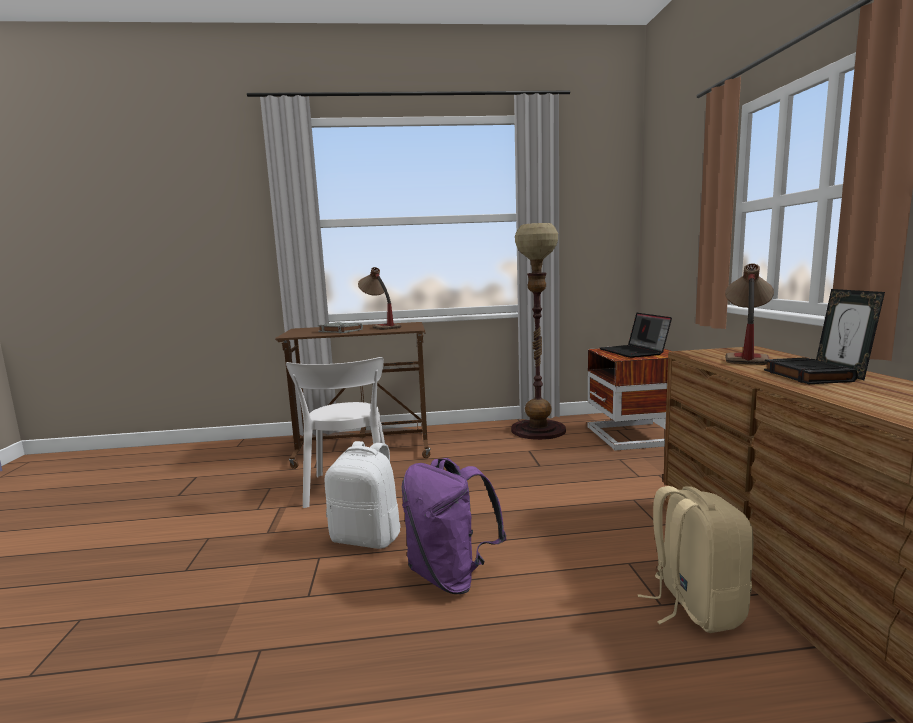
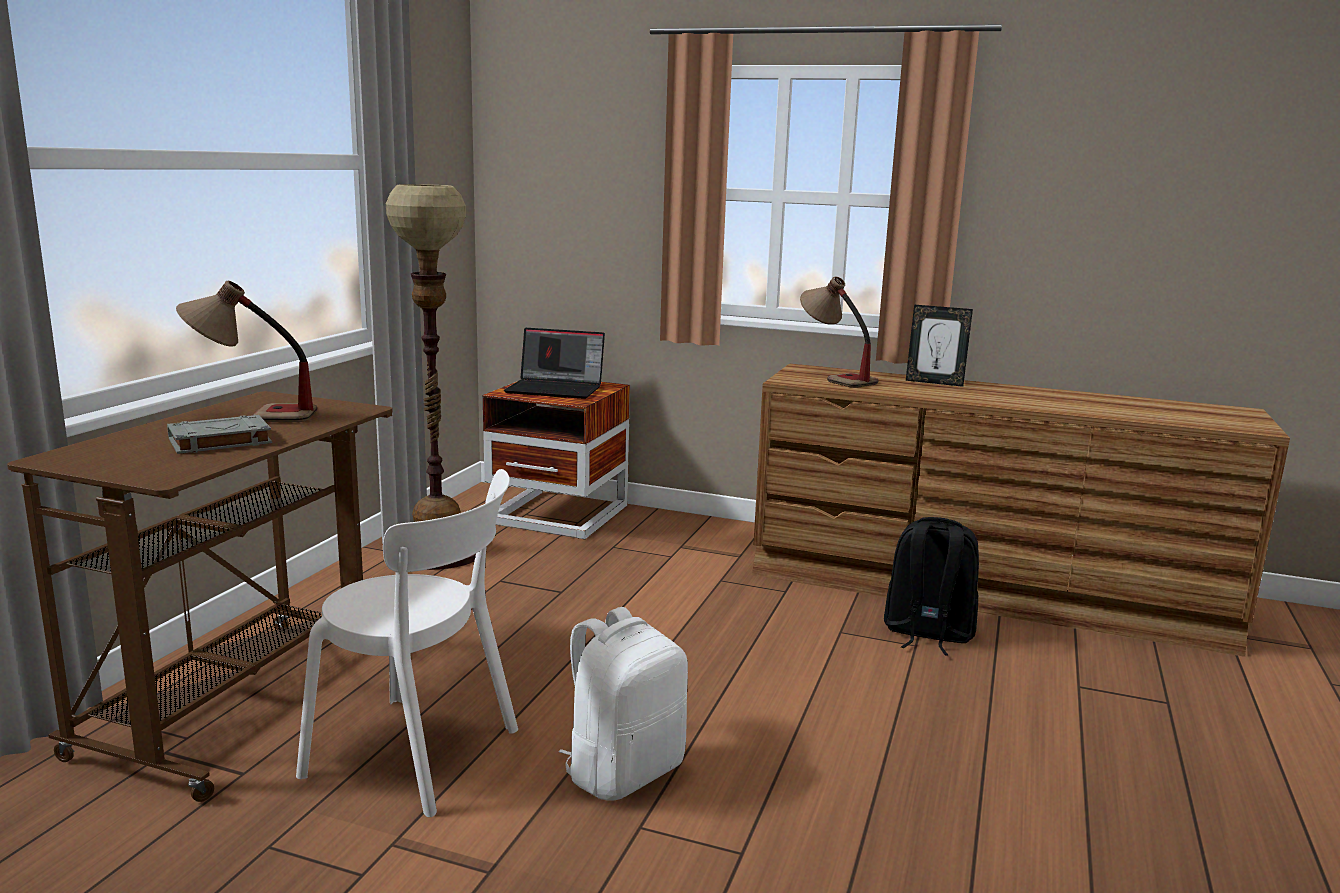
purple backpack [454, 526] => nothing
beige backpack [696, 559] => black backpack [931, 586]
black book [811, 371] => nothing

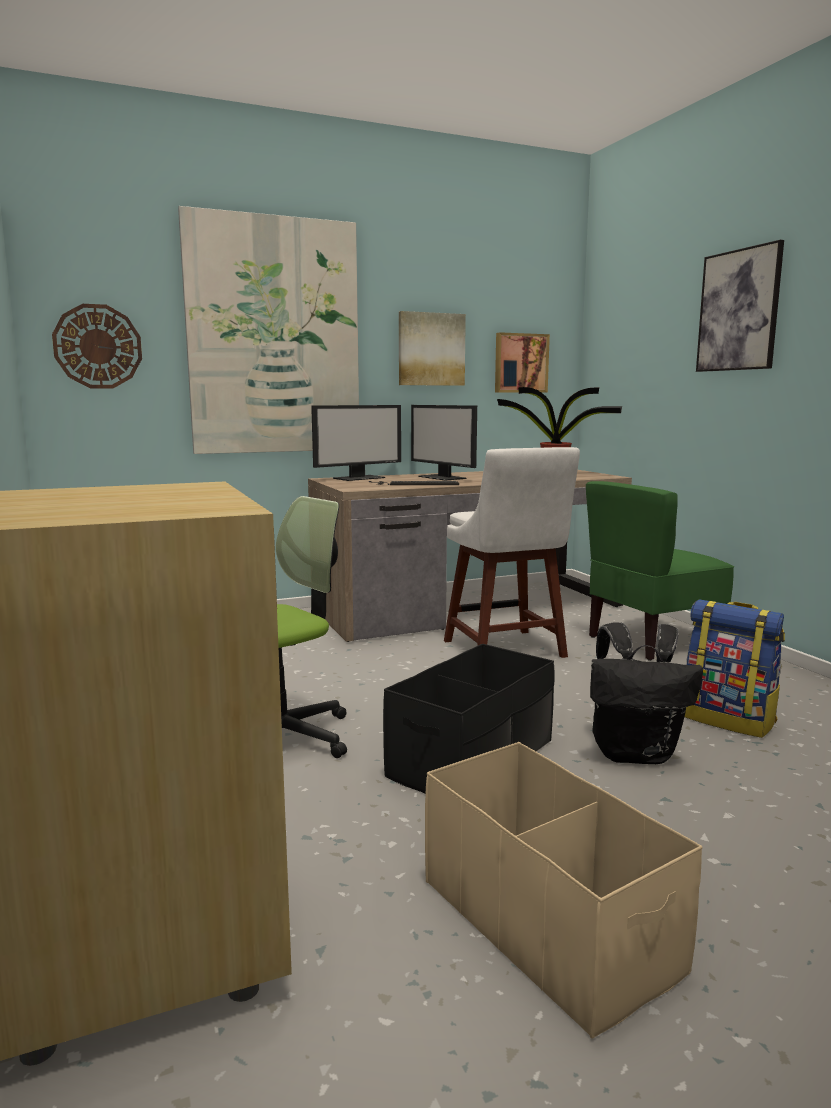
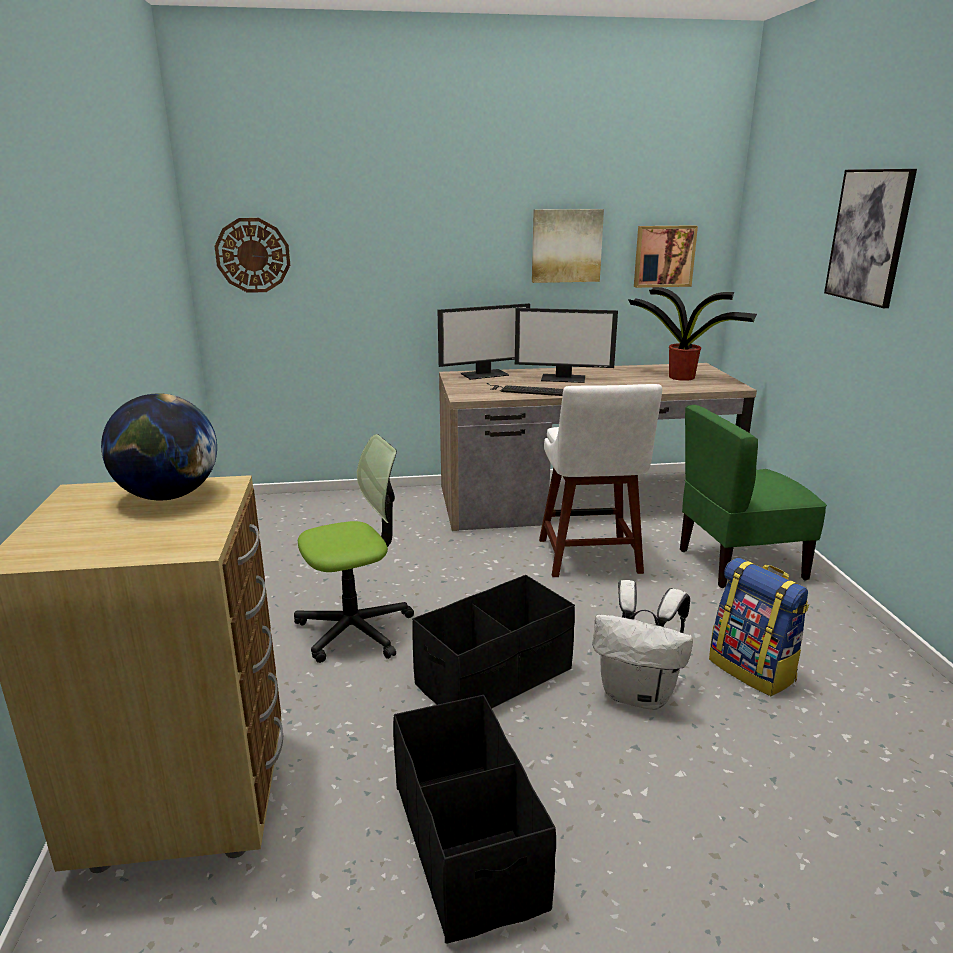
picture [268, 330] => nothing
monitor [444, 443] => monitor [566, 345], 60 degrees counterclockwise
beige storage box [564, 890] => black storage box [474, 819]
black backpack [646, 693] => white backpack [643, 645]
nothing => globe [159, 446]

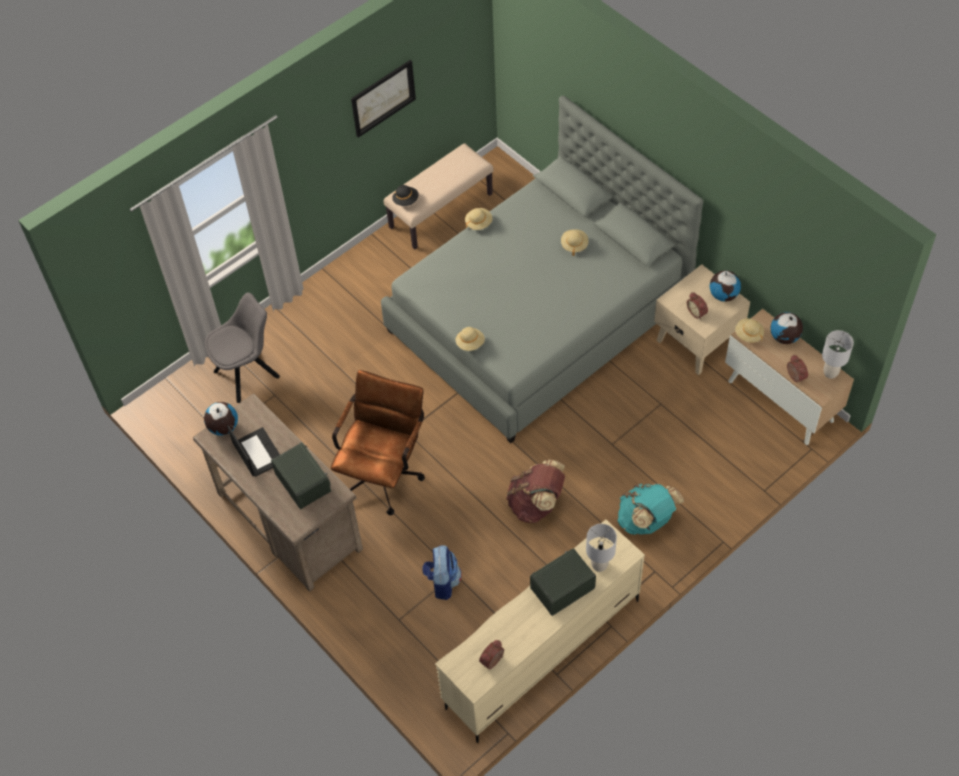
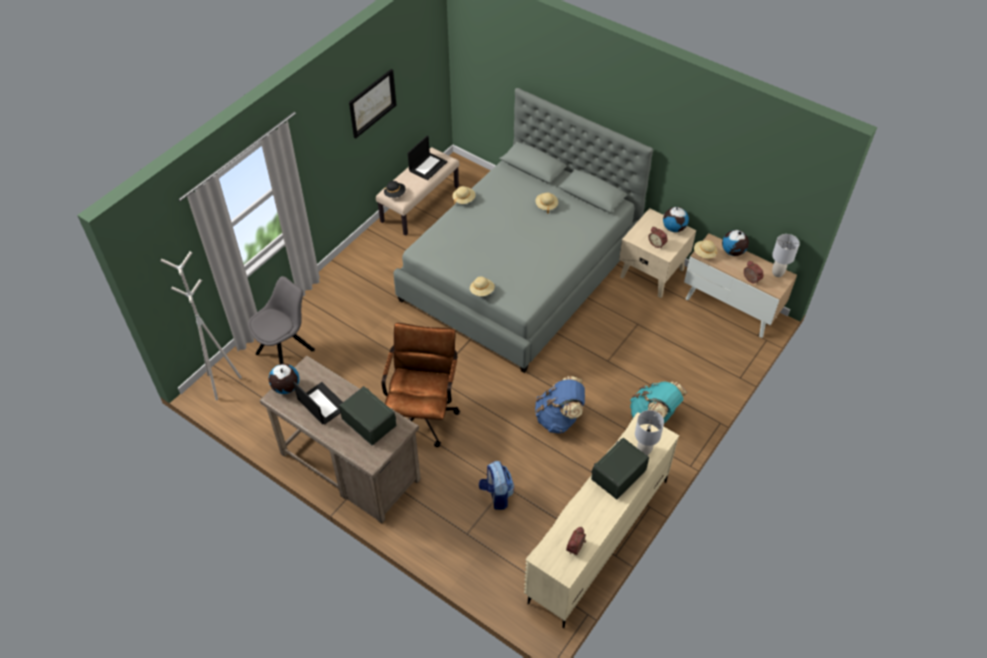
brown backpack [535, 491] => blue backpack [560, 404]
nothing => grey clothes rack [201, 325]
nothing => laptop [427, 157]

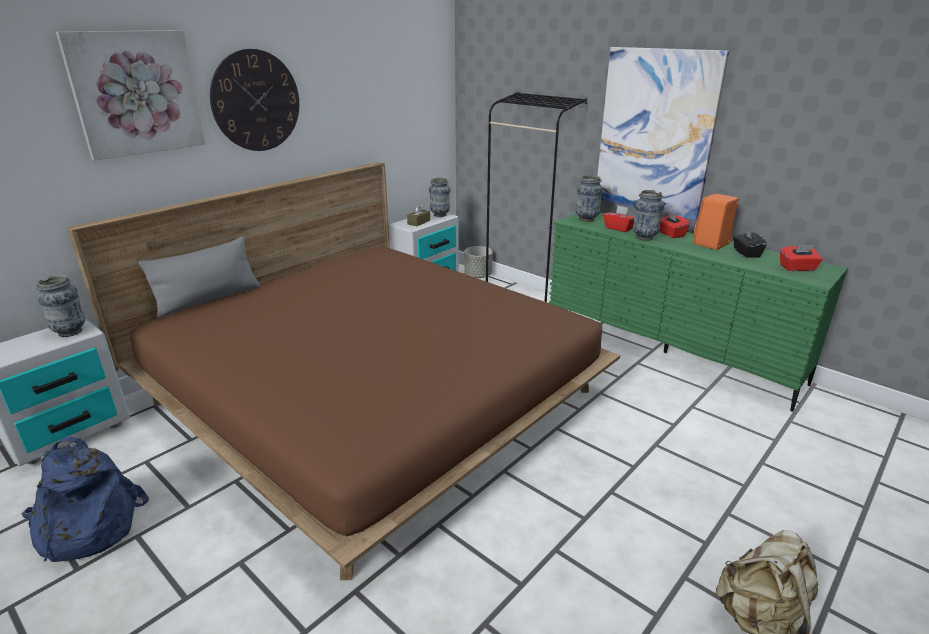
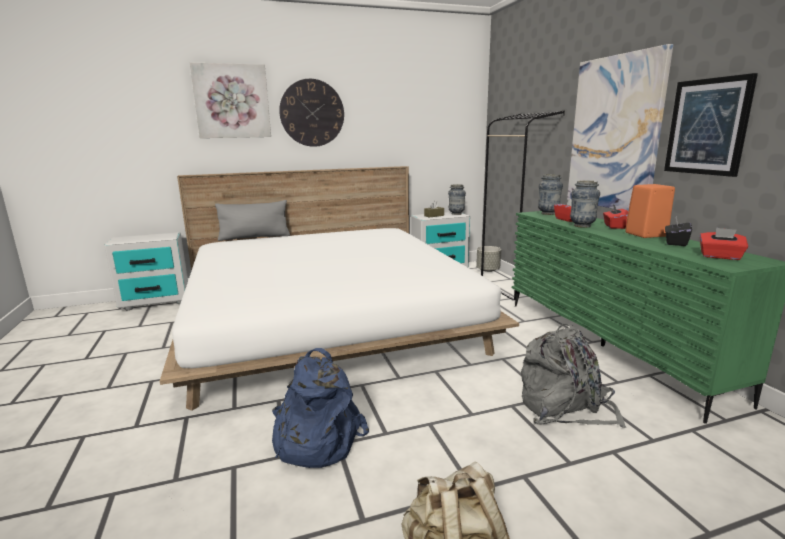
blue backpack [85, 499] => blue backpack [320, 408], moved
vase [60, 306] => nothing
brown bed [343, 371] => white bed [339, 288]
nothing => grey backpack [573, 376]
nothing => picture [711, 125]

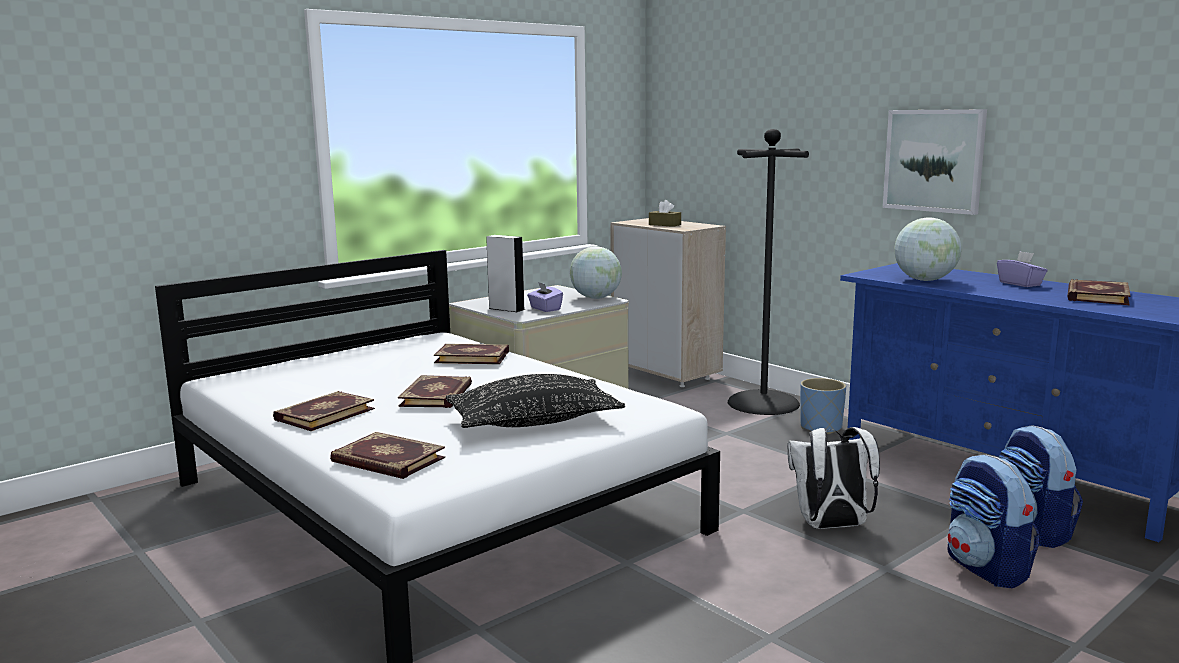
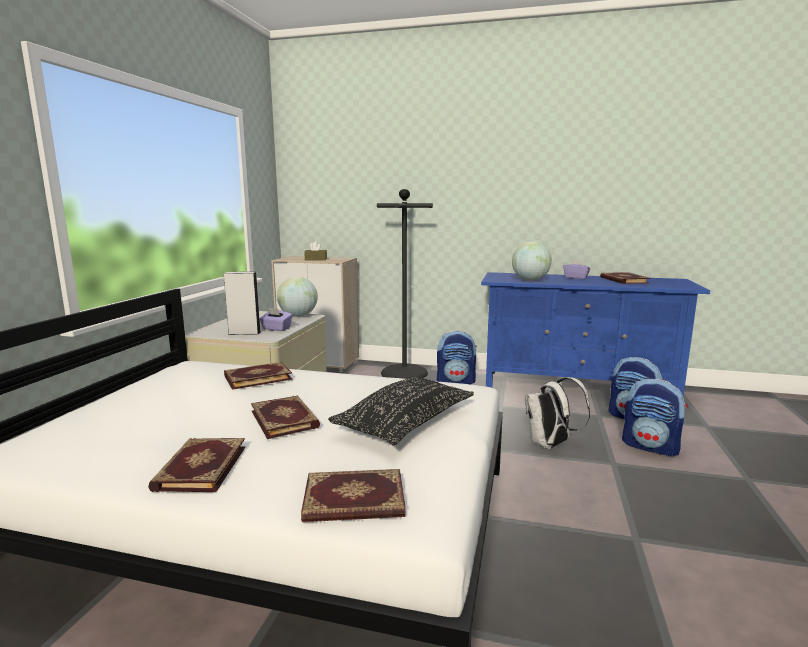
blue planter [823, 406] => backpack [457, 357]
picture [935, 162] => nothing

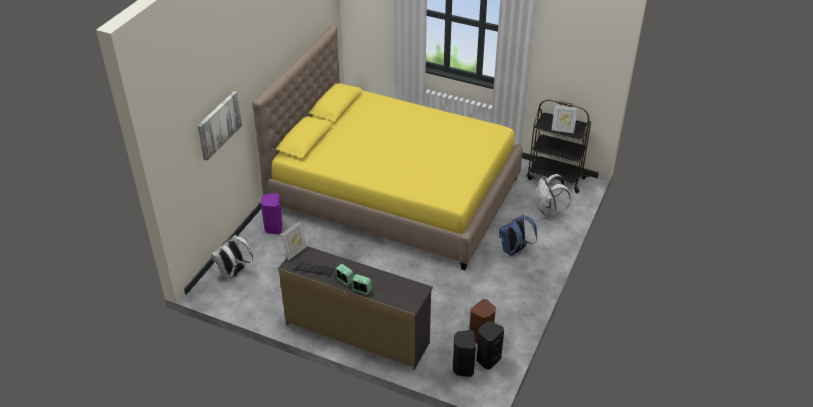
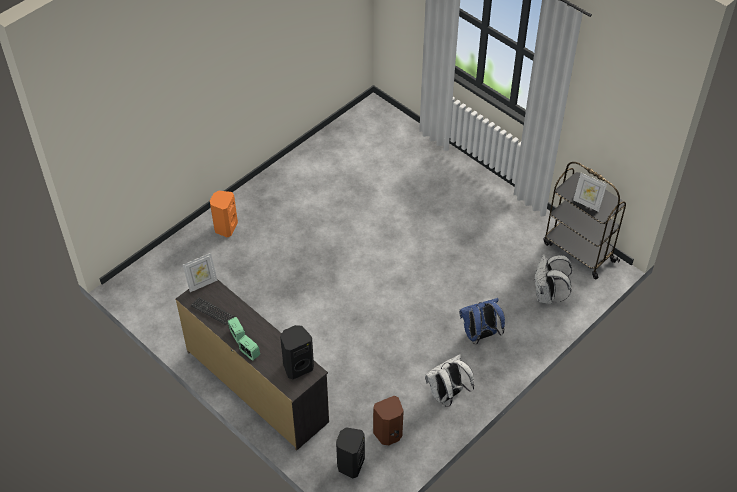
picture [219, 126] => nothing
white backpack [232, 257] => white backpack [449, 380], moved
yellow bed [387, 148] => nothing
purple speaker [272, 213] => orange speaker [224, 213]
black speaker [490, 345] => black speaker [297, 352], moved

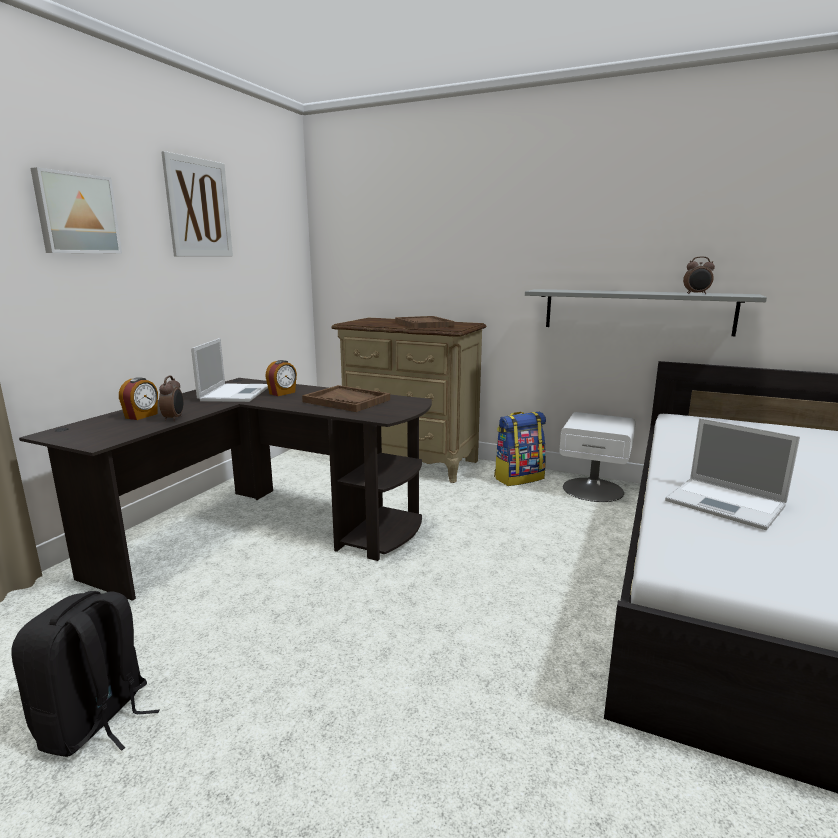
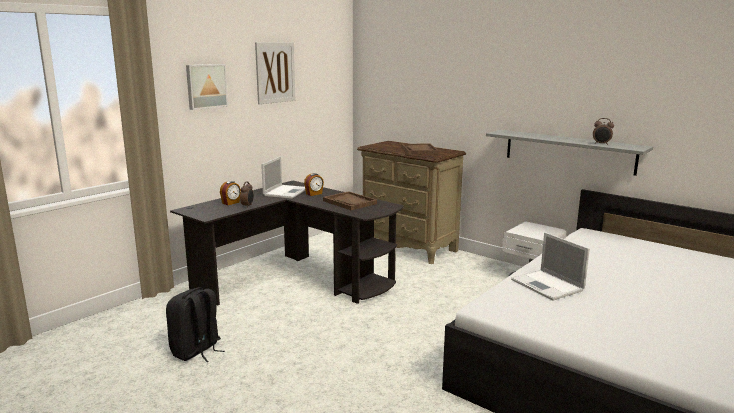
backpack [520, 449] => nothing

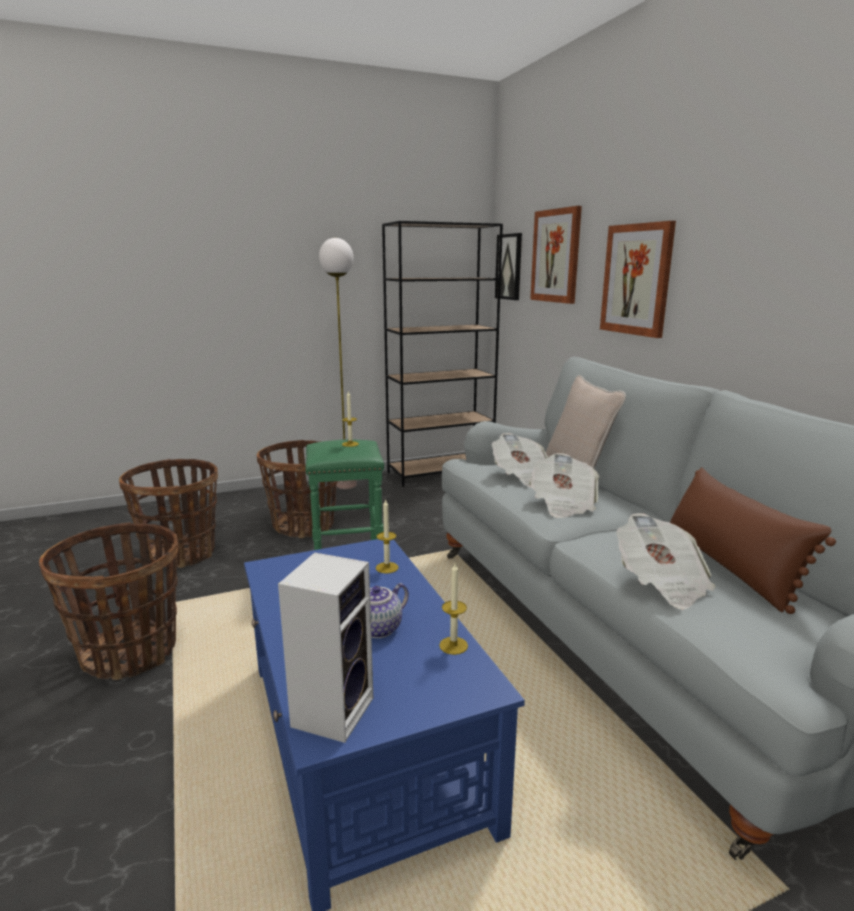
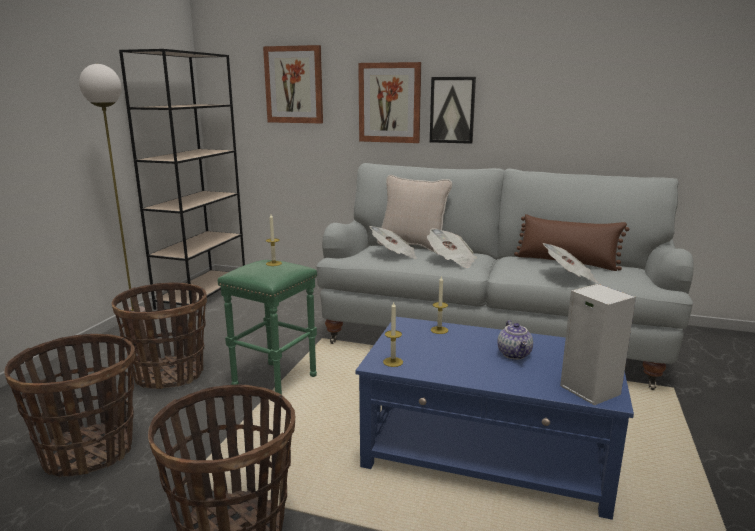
candle [453, 609] => candle [393, 334], moved
picture [508, 266] => picture [453, 110], moved

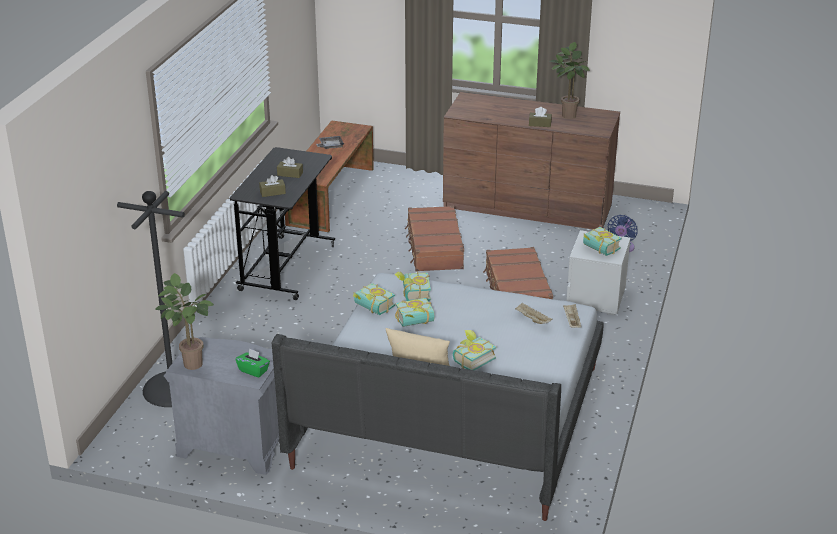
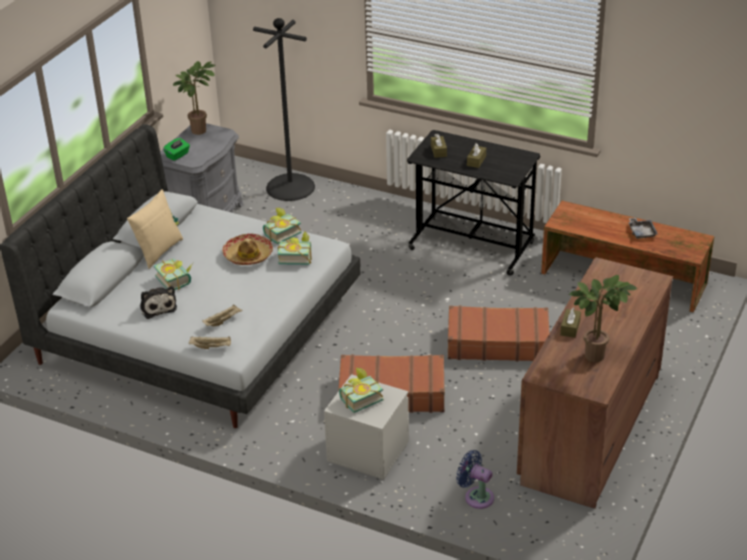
book [414, 312] => hat [247, 249]
nothing => plush toy [158, 302]

